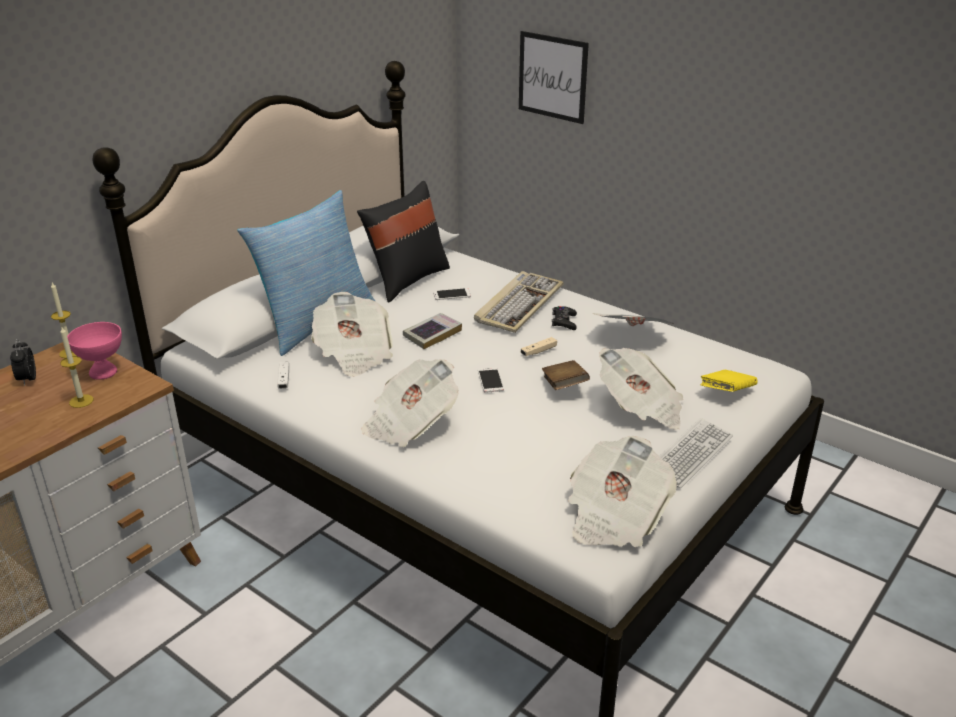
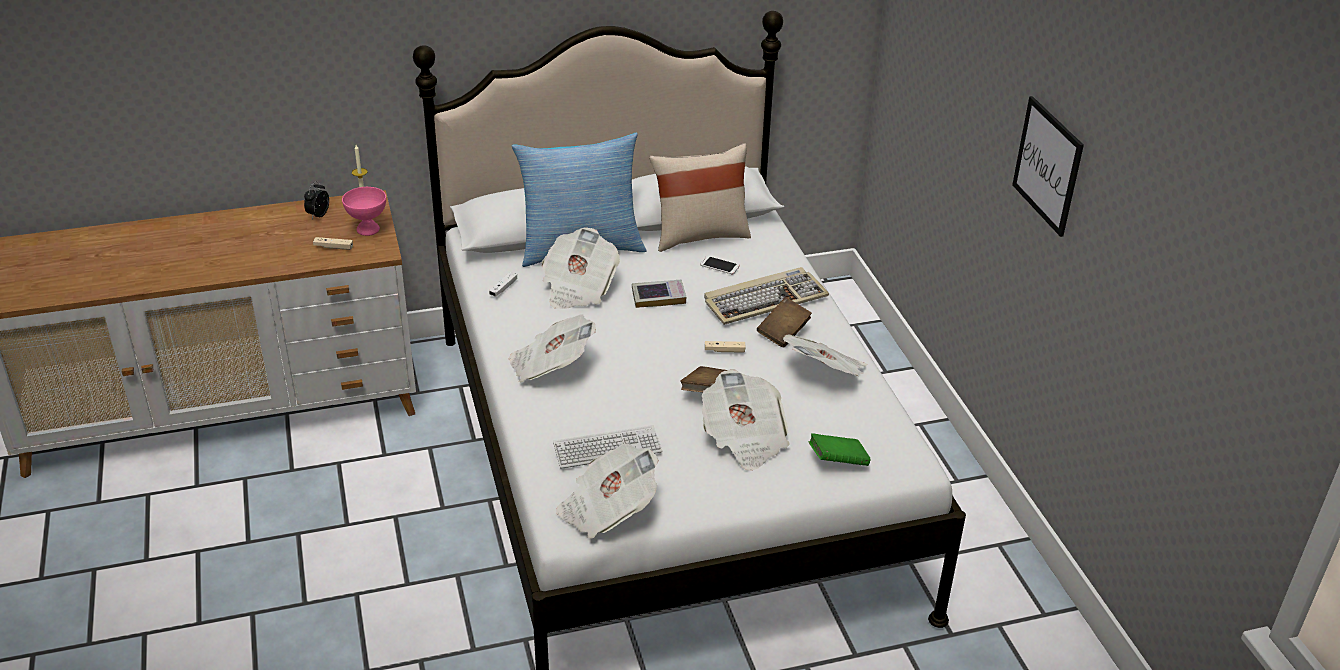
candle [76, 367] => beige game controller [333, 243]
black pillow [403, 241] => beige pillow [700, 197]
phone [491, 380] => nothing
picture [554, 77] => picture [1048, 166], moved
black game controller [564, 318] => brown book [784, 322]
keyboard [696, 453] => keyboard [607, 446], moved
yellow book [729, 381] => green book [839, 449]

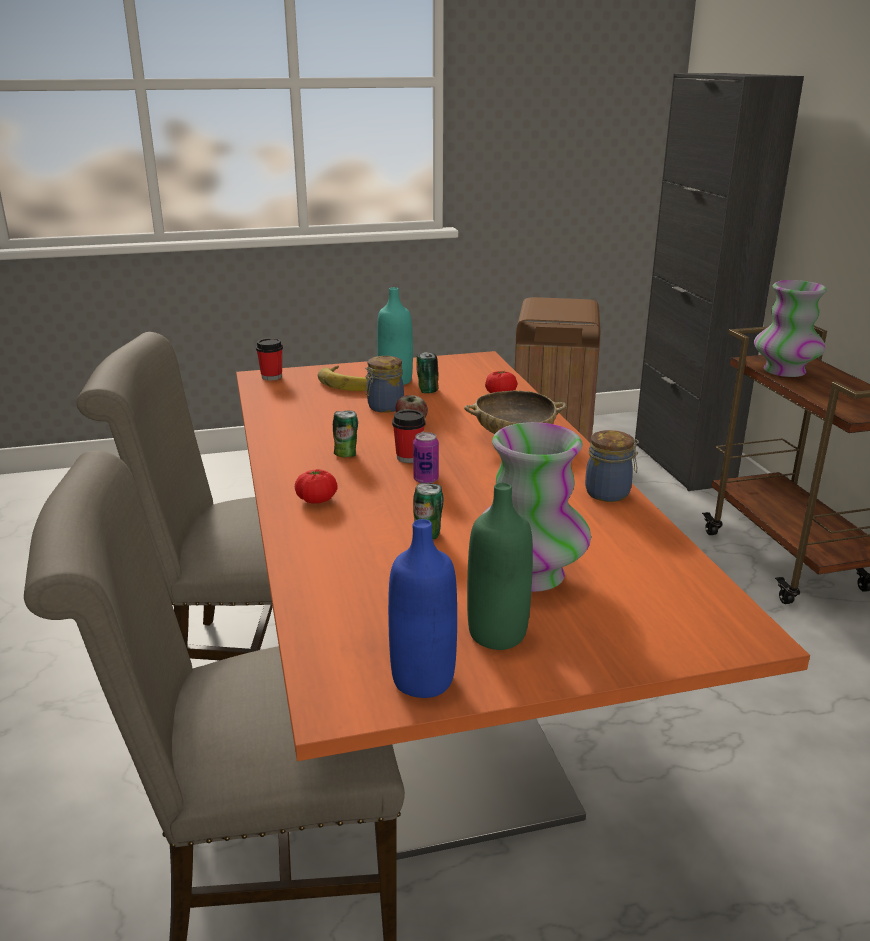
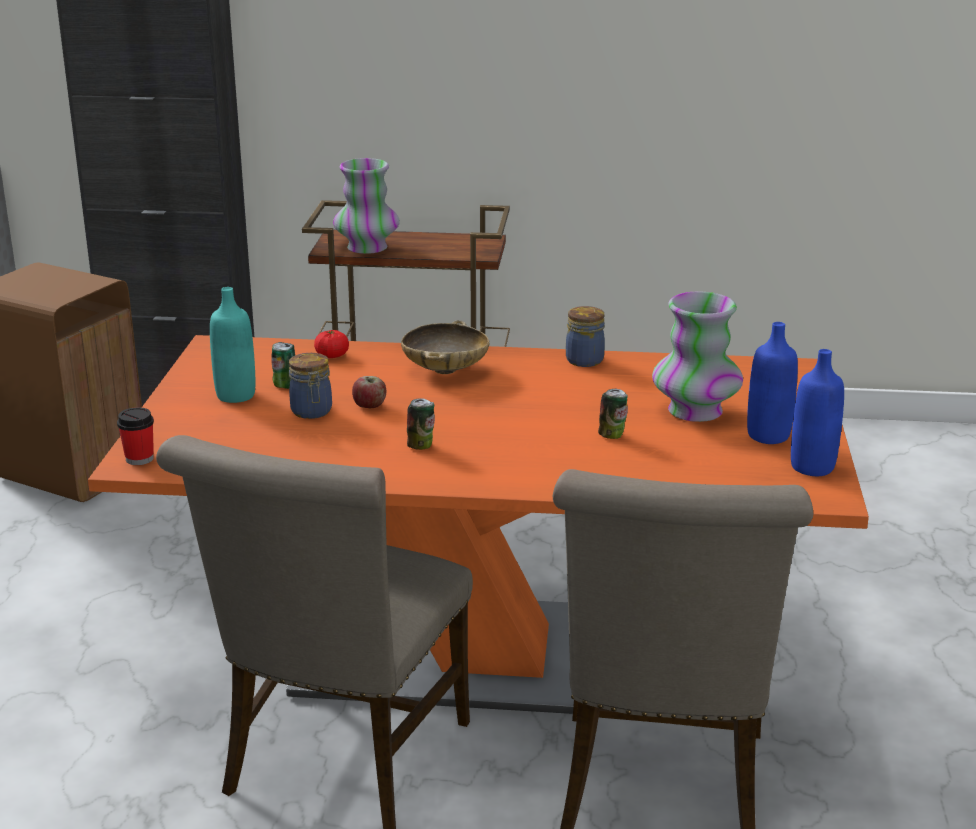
tomato [316, 486] => nothing
banana [343, 378] => nothing
cup [409, 436] => nothing
can [426, 458] => nothing
green bottle [500, 566] => blue bottle [772, 383]

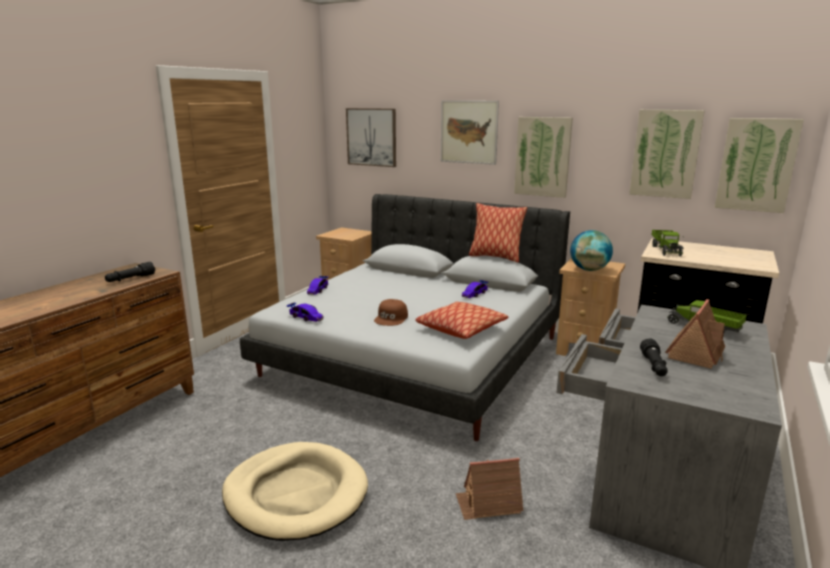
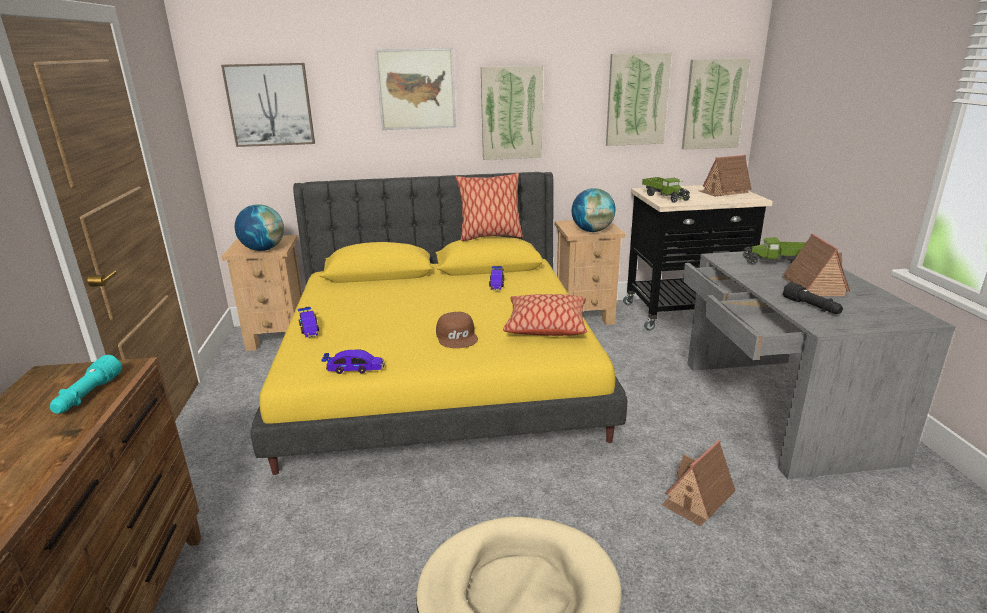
black flashlight [130, 272] => turquoise flashlight [86, 384]
grey bed [405, 317] => yellow bed [438, 323]
nothing => globe [259, 227]
nothing => toy house [725, 176]

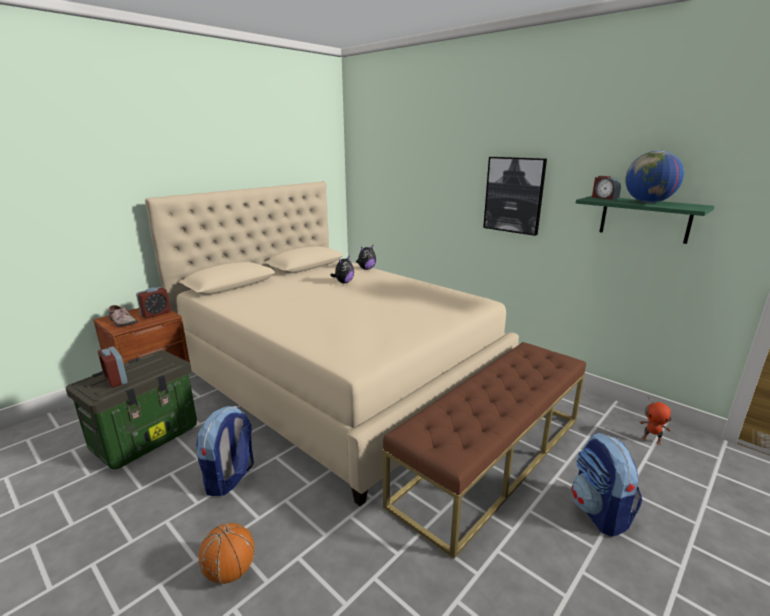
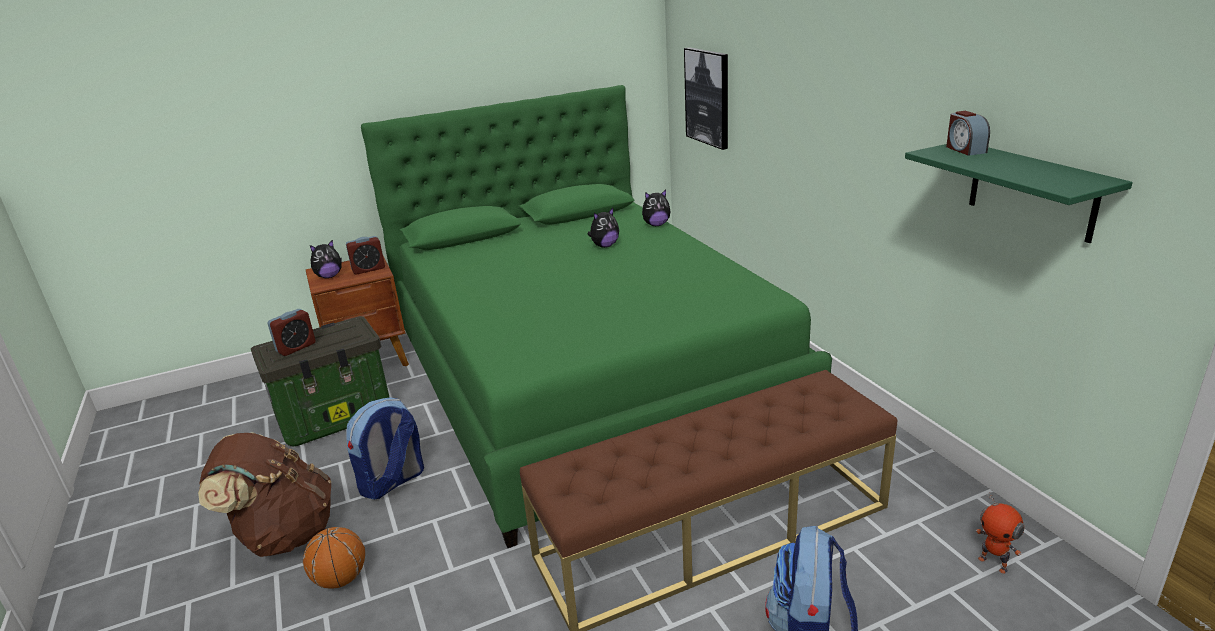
alarm clock [113, 367] => alarm clock [291, 332], 120 degrees counterclockwise
shoe [122, 316] => plush toy [326, 259]
beige bed [332, 343] => green bed [596, 316]
picture [515, 196] => picture [706, 98], moved
globe [654, 177] => nothing
nothing => brown backpack [264, 494]

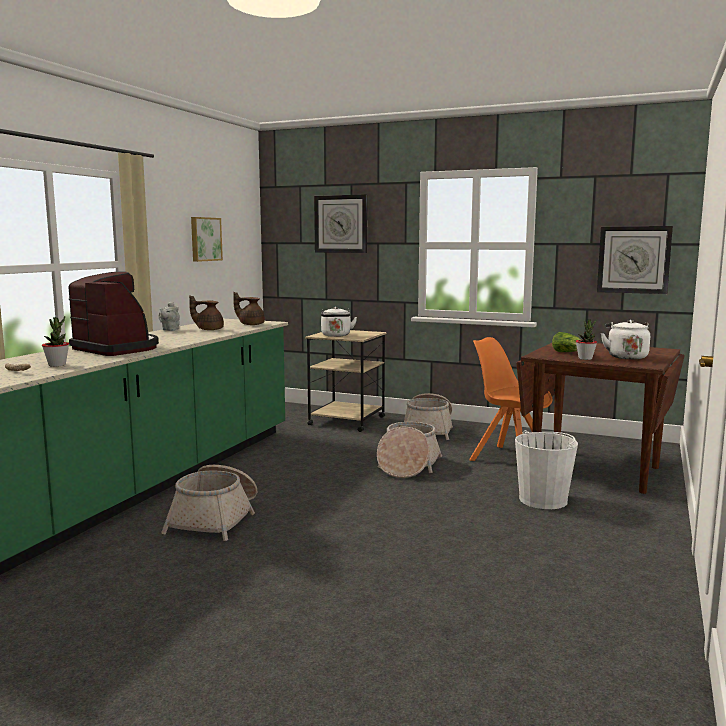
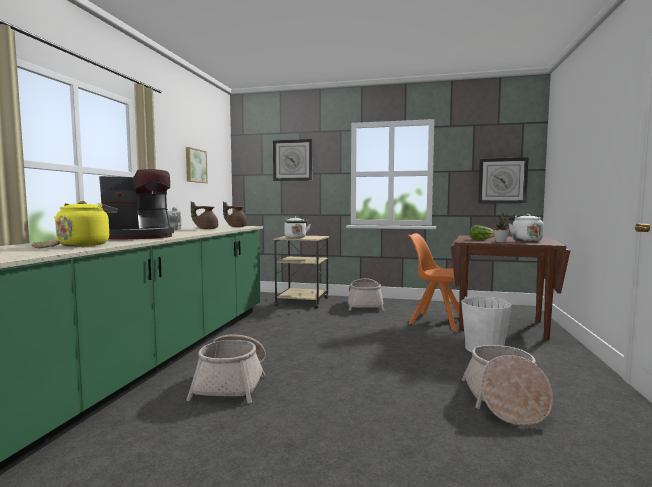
potted plant [55, 341] => yellow kettle [86, 223]
coffee machine [113, 313] => coffee machine [136, 204], 120 degrees clockwise
basket [409, 450] => basket [507, 385], moved

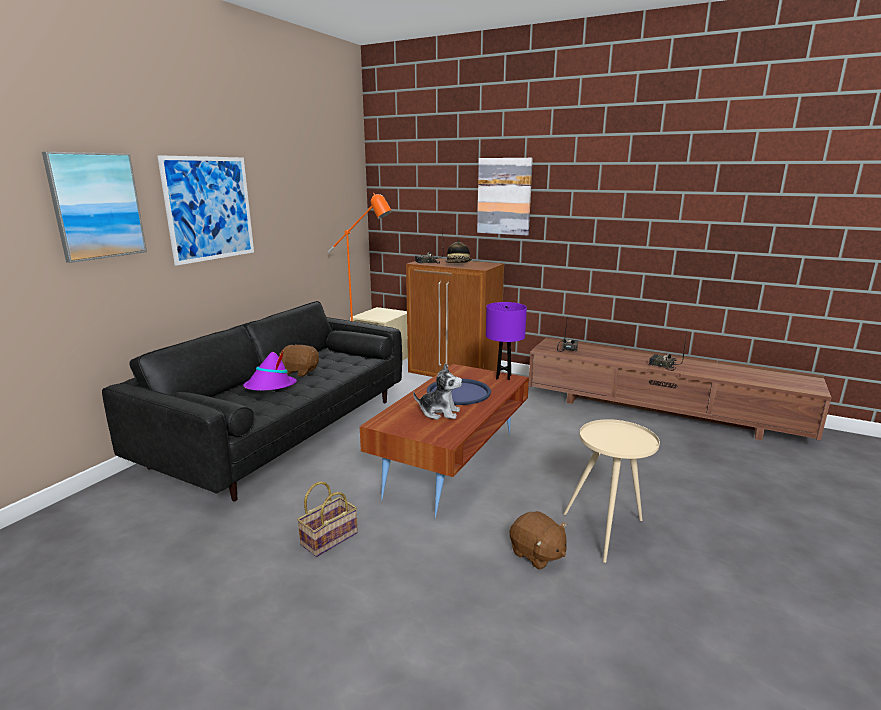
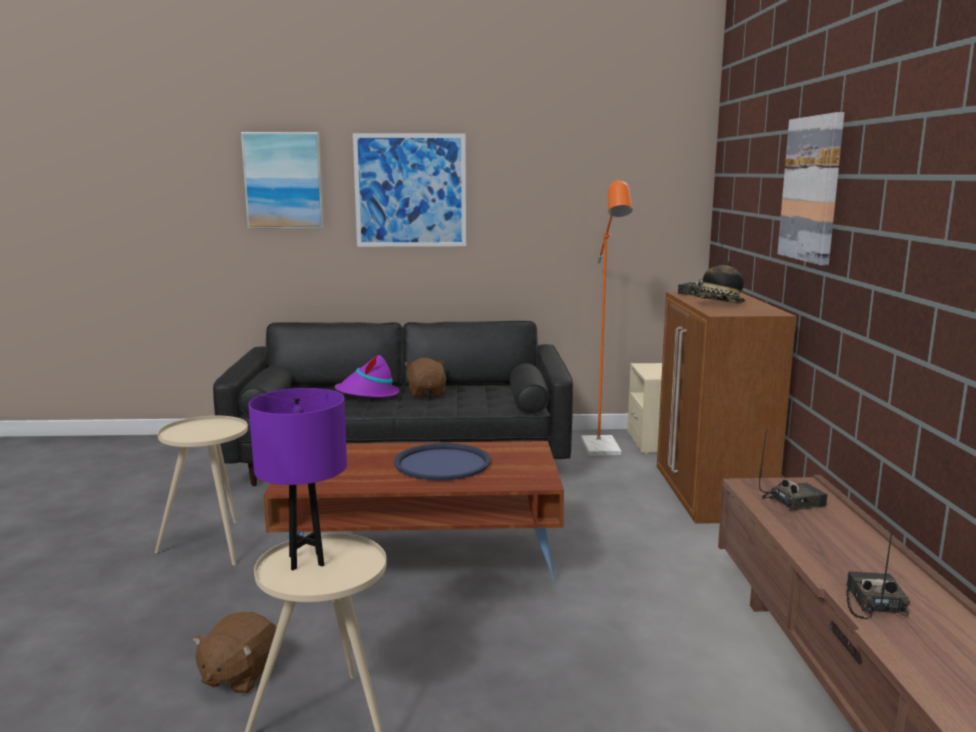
basket [327, 519] => beige side table [201, 490]
plush toy [437, 391] => nothing
purple table lamp [506, 341] => purple table lamp [297, 479], moved

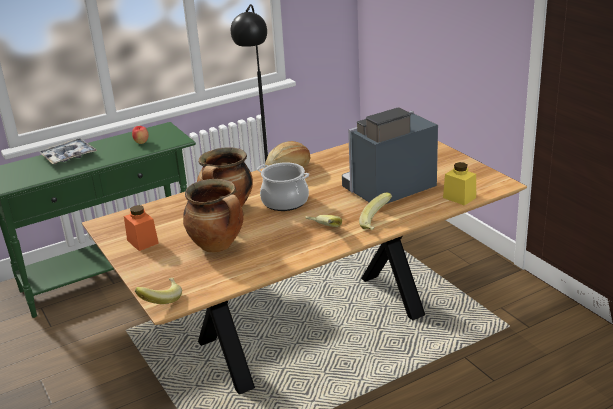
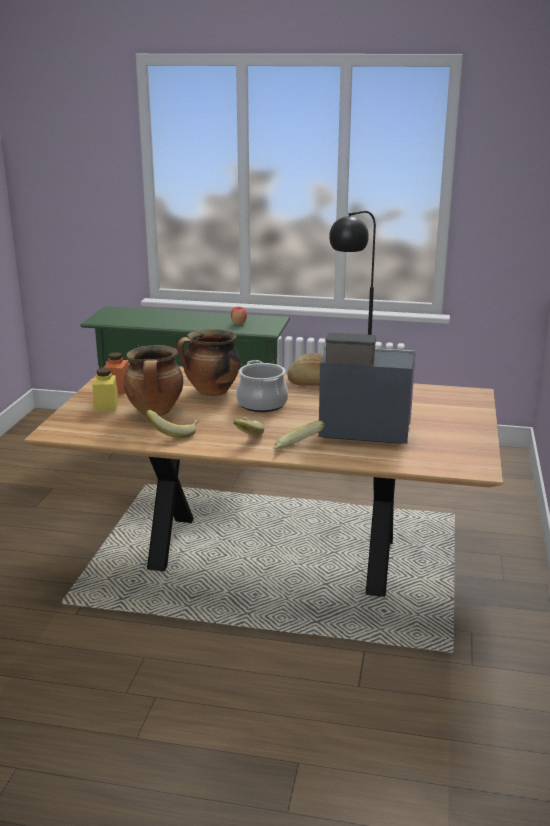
tray [67, 151] => nothing
banana [158, 291] => banana [172, 424], moved
yellow jar [459, 184] => yellow jar [105, 390], moved

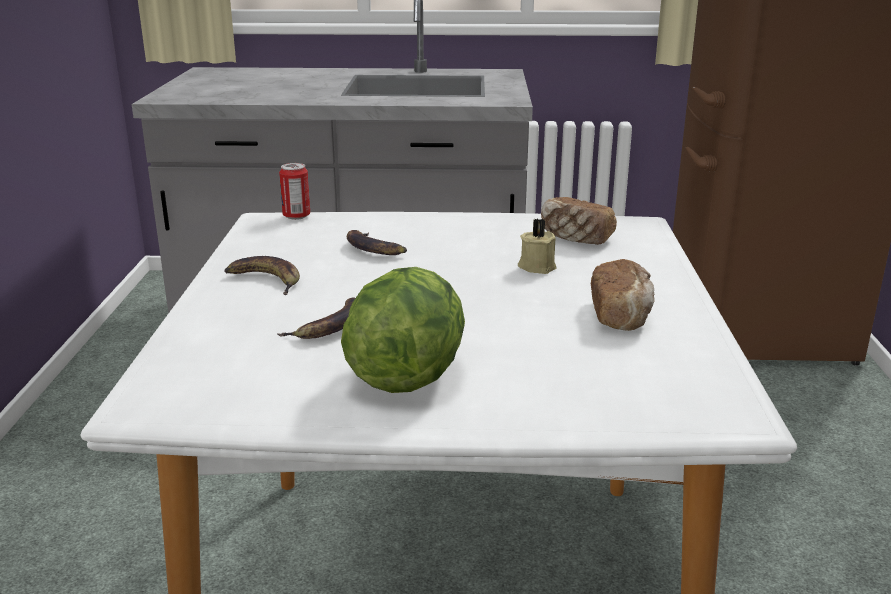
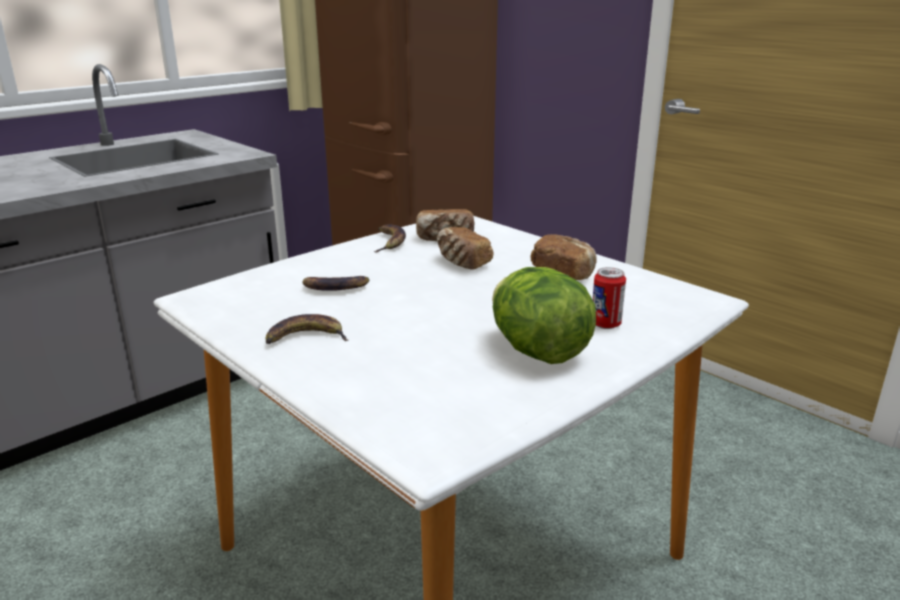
banana [316, 318] => banana [390, 238], moved
can [294, 191] => can [609, 298], moved
beige candle [537, 246] => bread [465, 248]

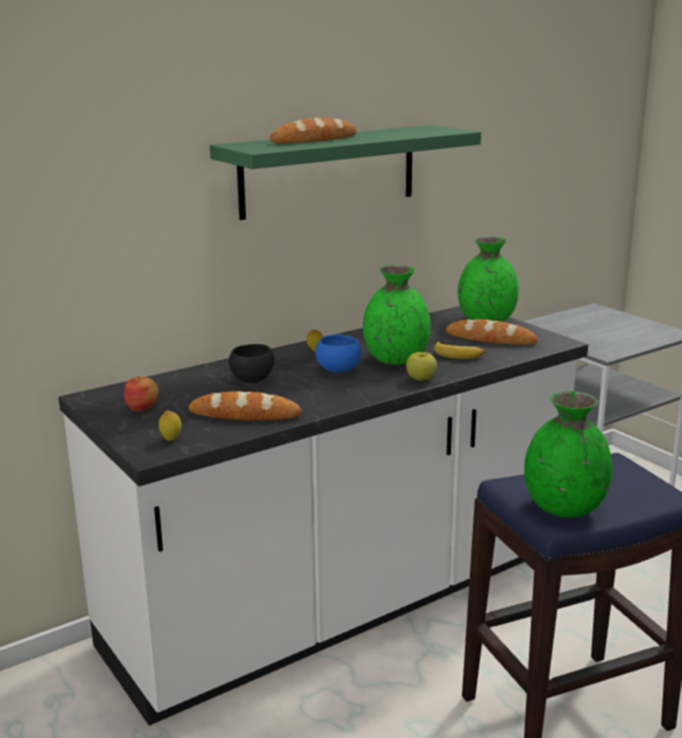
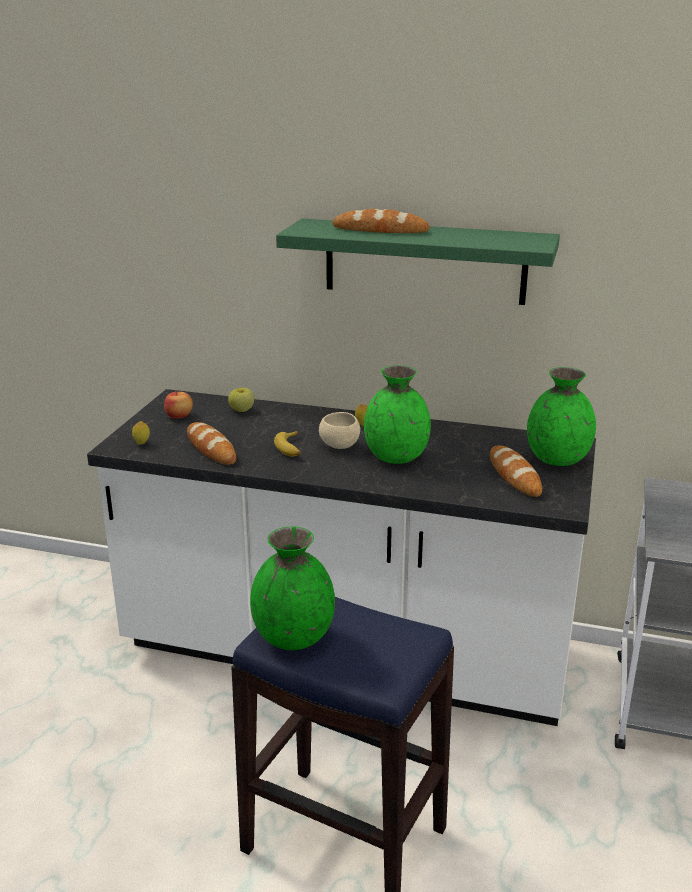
black bowl [252, 363] => nothing
blue bowl [338, 353] => beige bowl [339, 430]
apple [421, 366] => apple [241, 400], moved
banana [459, 350] => banana [287, 444], moved

